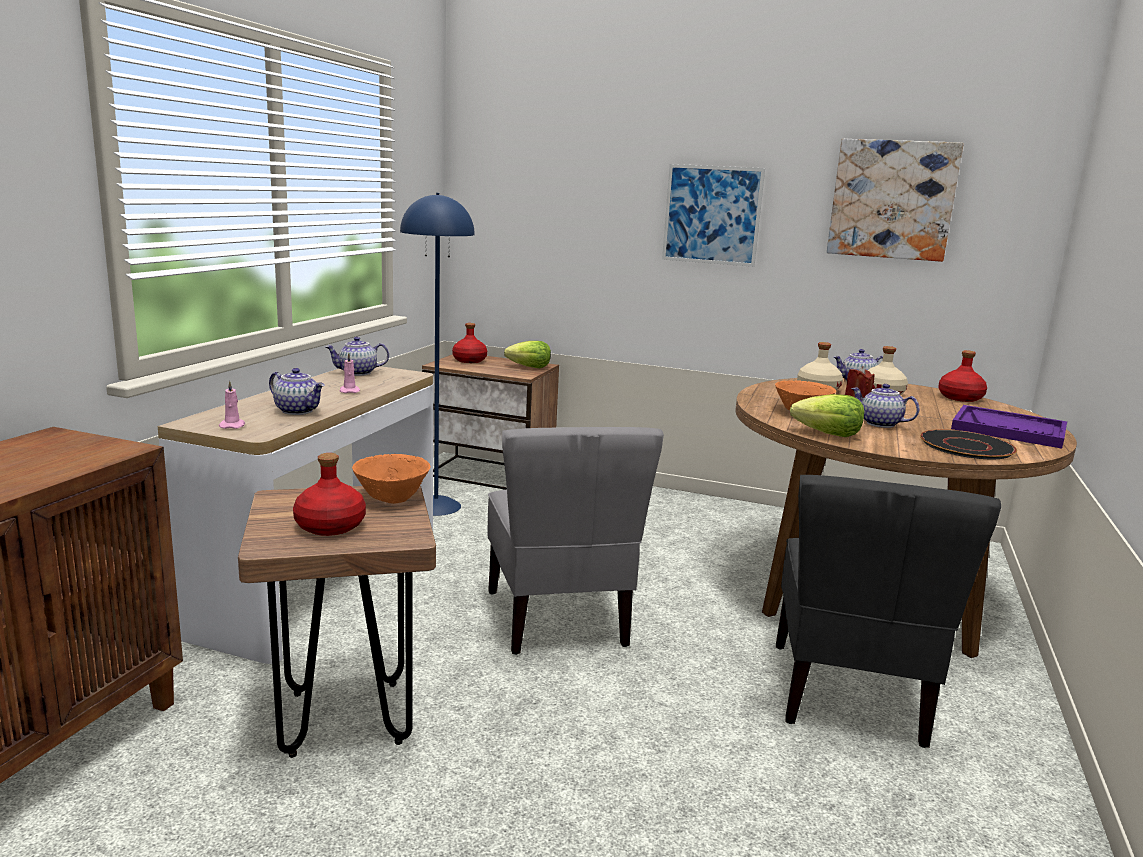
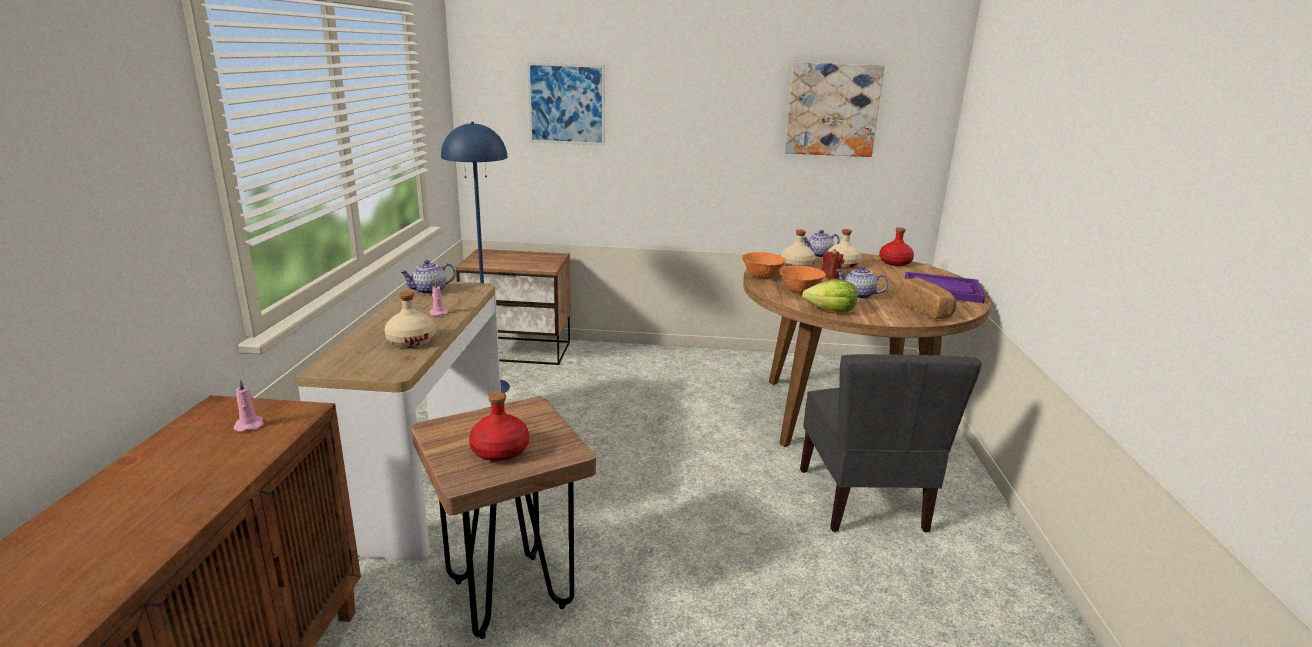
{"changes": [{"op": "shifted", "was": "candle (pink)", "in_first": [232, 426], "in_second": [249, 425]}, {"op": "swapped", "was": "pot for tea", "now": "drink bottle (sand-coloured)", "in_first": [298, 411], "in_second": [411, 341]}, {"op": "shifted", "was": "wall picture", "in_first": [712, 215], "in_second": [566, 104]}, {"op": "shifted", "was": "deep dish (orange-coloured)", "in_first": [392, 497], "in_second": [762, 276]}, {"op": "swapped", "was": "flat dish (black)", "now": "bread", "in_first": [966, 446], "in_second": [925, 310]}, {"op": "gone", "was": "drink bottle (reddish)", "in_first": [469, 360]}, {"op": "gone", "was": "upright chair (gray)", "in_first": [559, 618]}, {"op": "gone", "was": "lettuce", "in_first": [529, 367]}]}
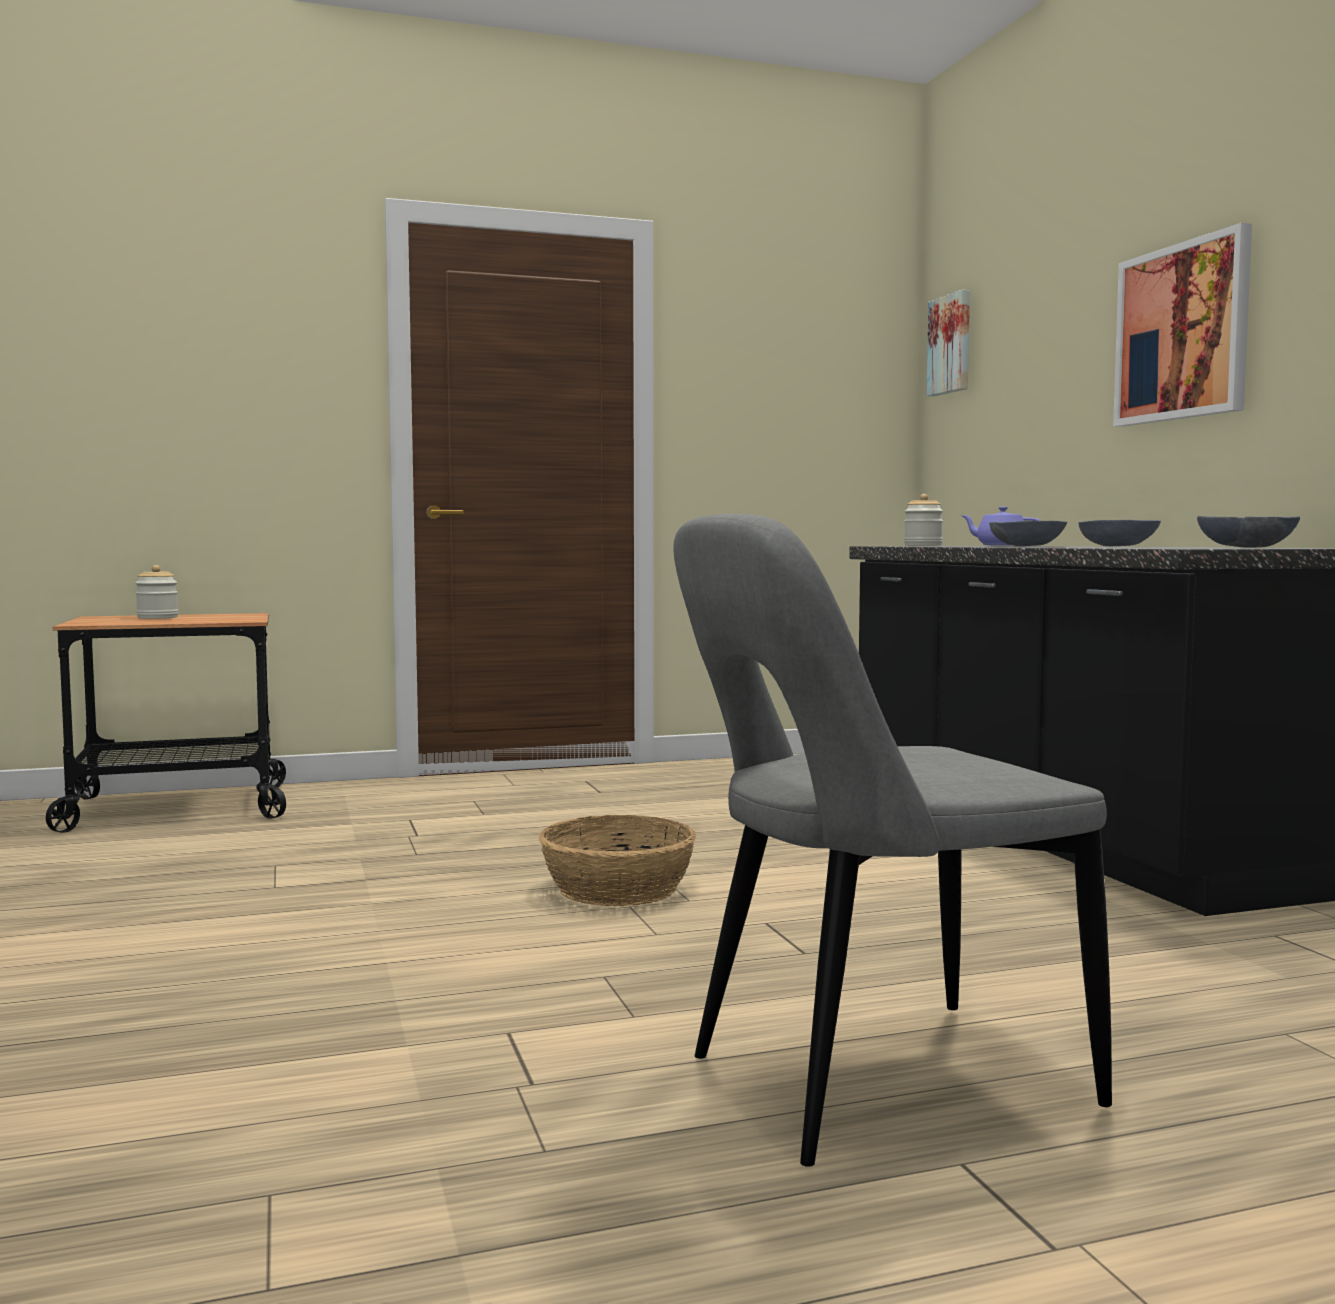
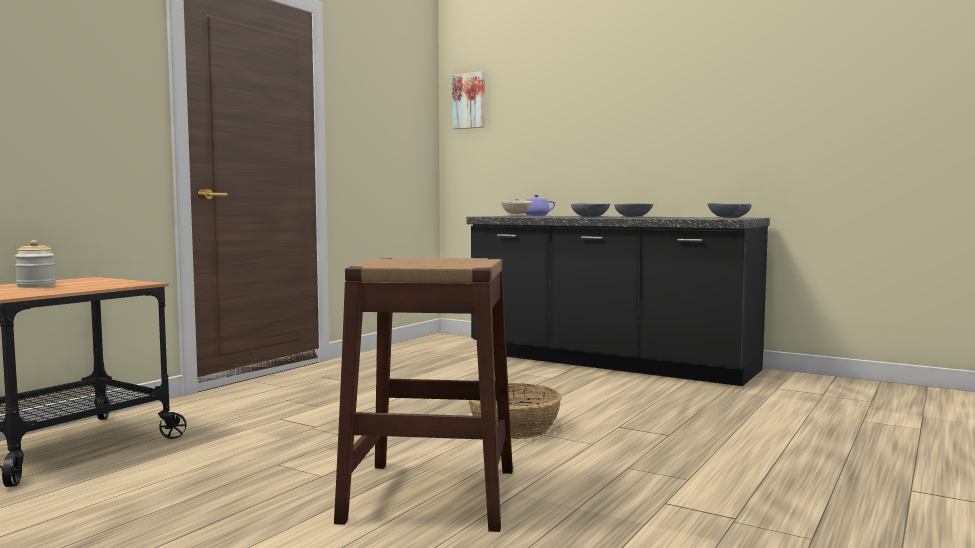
{"changes": [{"op": "new", "now": "stool seat (brown)", "in_second": [431, 494]}, {"op": "swapped", "was": "preserve jar", "now": "deep dish (sand-coloured)", "in_first": [923, 545], "in_second": [515, 216]}, {"op": "gone", "was": "upright chair (gray)", "in_first": [872, 1083]}, {"op": "gone", "was": "wall picture", "in_first": [1182, 332]}]}
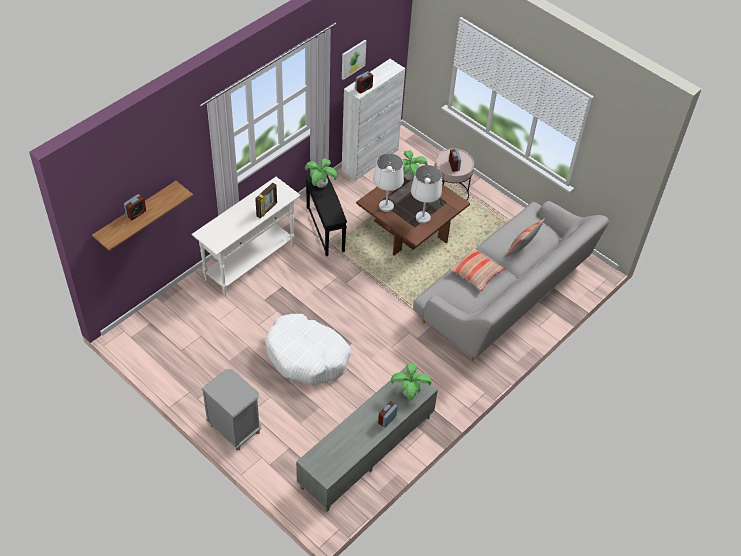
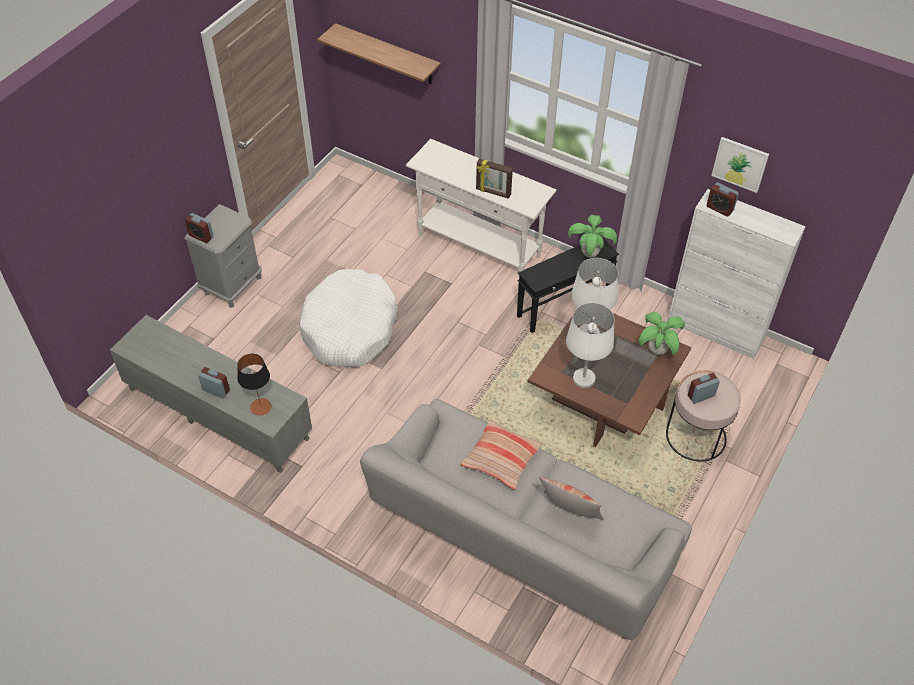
{"changes": [{"op": "shifted", "was": "bedside clock", "in_first": [136, 213], "in_second": [201, 236]}, {"op": "swapped", "was": "houseplant", "now": "tabletop lamp", "in_first": [409, 393], "in_second": [260, 407]}]}
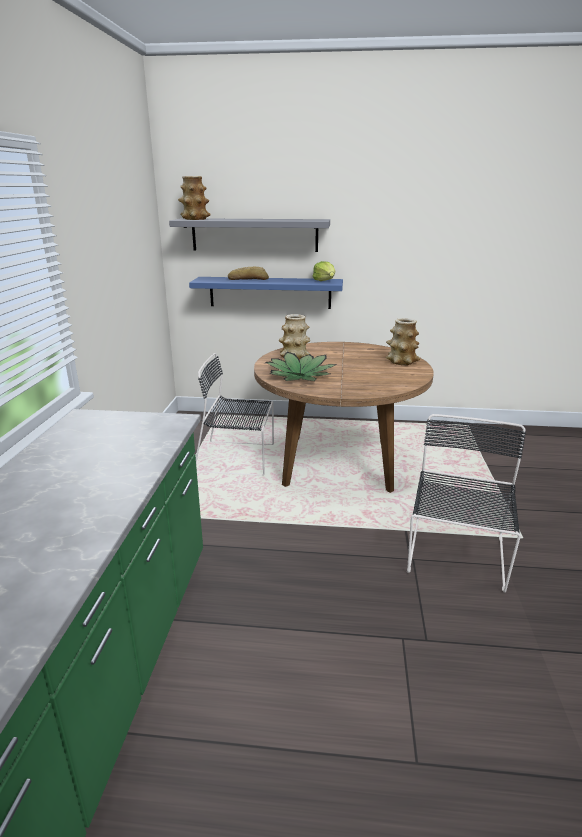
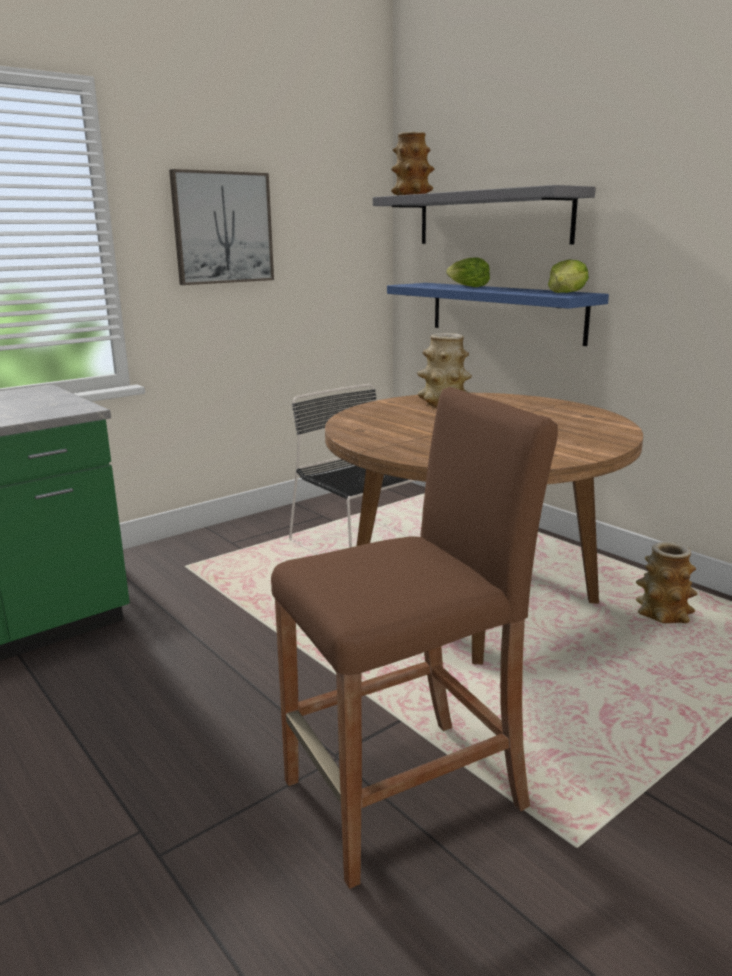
{"changes": [{"op": "new", "now": "wall picture", "in_second": [222, 228]}, {"op": "swapped", "was": "upright chair (black)", "now": "stool seat (brown)", "in_first": [456, 556], "in_second": [404, 795]}, {"op": "swapped", "was": "bread", "now": "lettuce", "in_first": [248, 279], "in_second": [468, 286]}, {"op": "shifted", "was": "flower vase", "in_first": [401, 361], "in_second": [663, 615]}, {"op": "gone", "was": "houseplant", "in_first": [300, 376]}]}
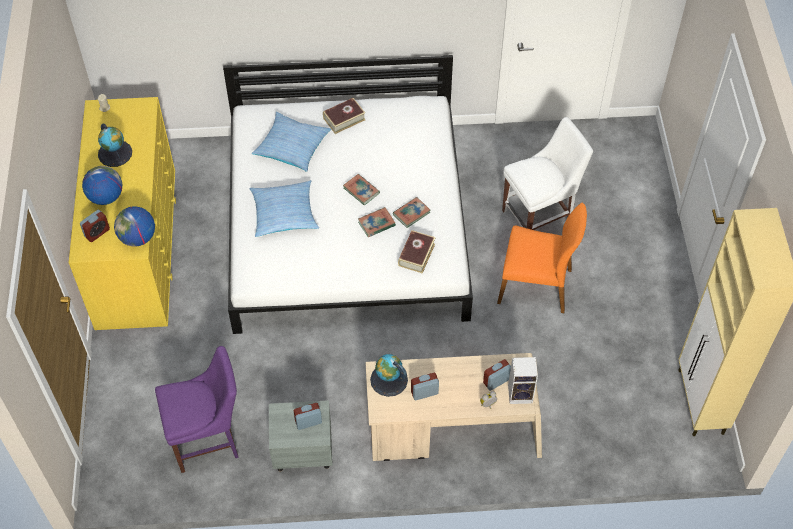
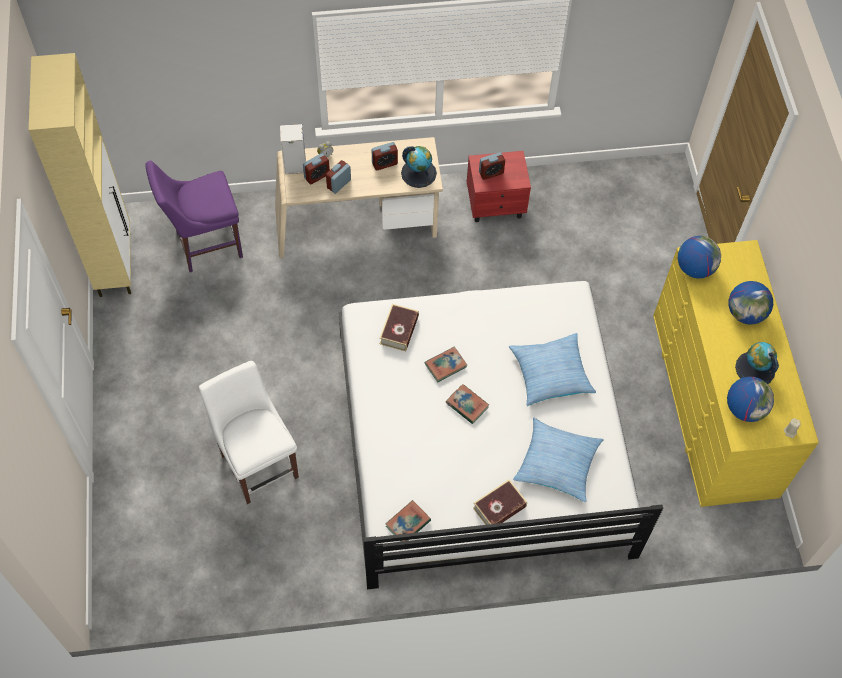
{"changes": [{"op": "shifted", "was": "upright chair (purplish)", "in_first": [209, 440], "in_second": [205, 245]}, {"op": "rotated", "was": "upright chair (whitish)", "in_first": [539, 218], "in_second": [258, 462], "clockwise": 90}, {"op": "shifted", "was": "bedside clock", "in_first": [97, 233], "in_second": [339, 184]}, {"op": "shifted", "was": "bound book", "in_first": [411, 213], "in_second": [408, 523]}, {"op": "repainted", "was": "nightstand (gray)", "now": "nightstand (reddish)", "in_first": [302, 451], "in_second": [496, 205]}, {"op": "new", "now": "world globe", "in_second": [745, 409]}, {"op": "gone", "was": "upright chair (orange-coloured)", "in_first": [536, 285]}]}
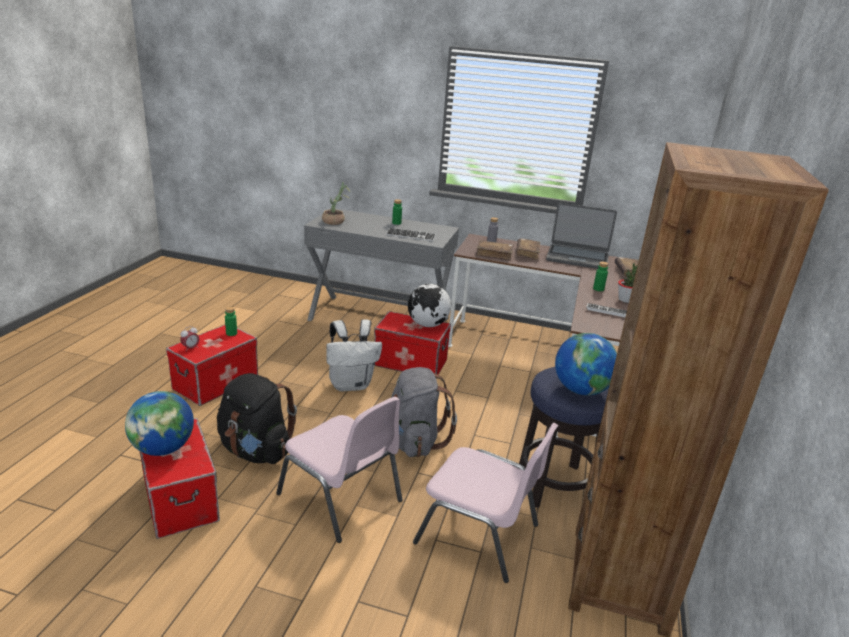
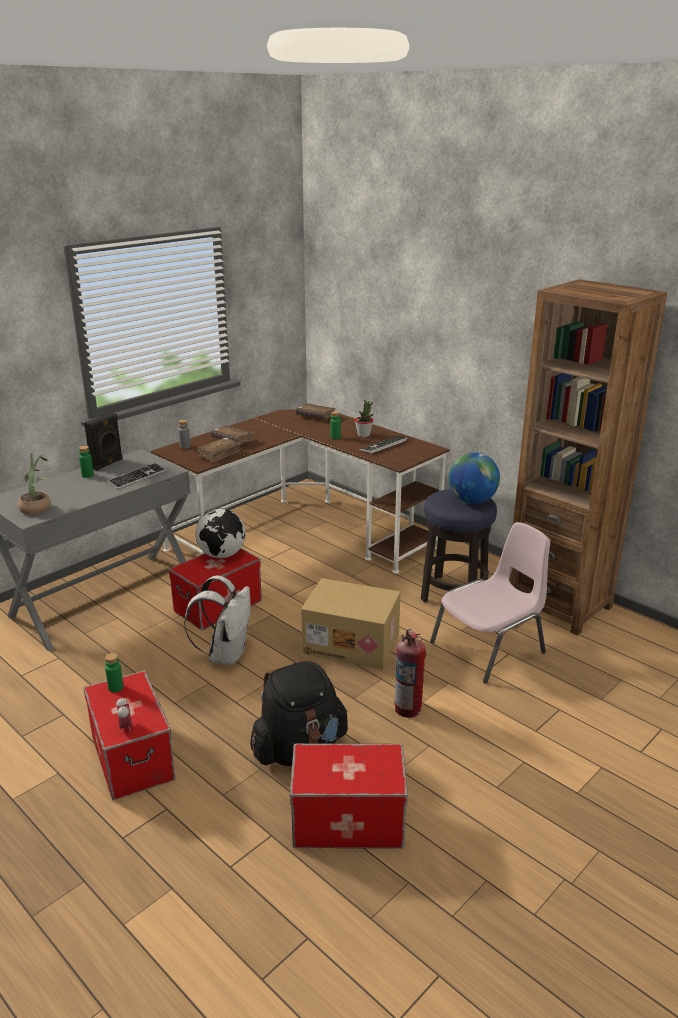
{"changes": [{"op": "new", "now": "loudspeaker (black)", "in_second": [108, 464]}, {"op": "swapped", "was": "backpack (gray)", "now": "carton", "in_first": [414, 441], "in_second": [352, 643]}, {"op": "swapped", "was": "upright chair (pink)", "now": "fire extinguisher", "in_first": [341, 498], "in_second": [408, 708]}, {"op": "gone", "was": "world globe", "in_first": [163, 449]}, {"op": "gone", "was": "laptop", "in_first": [577, 258]}]}
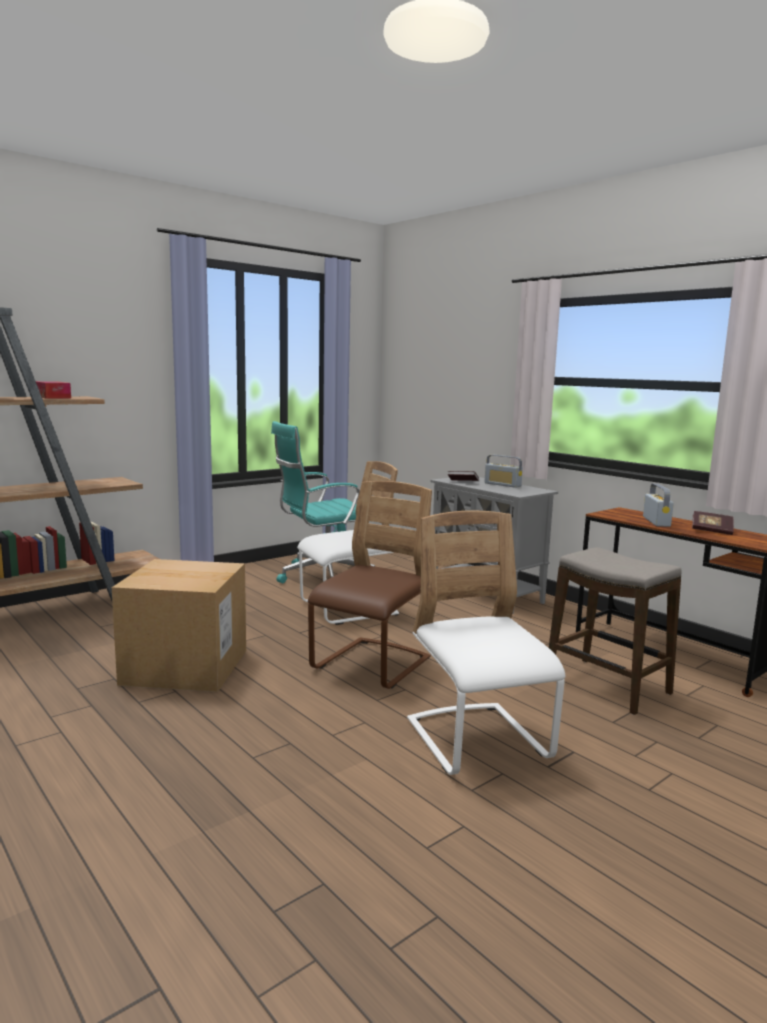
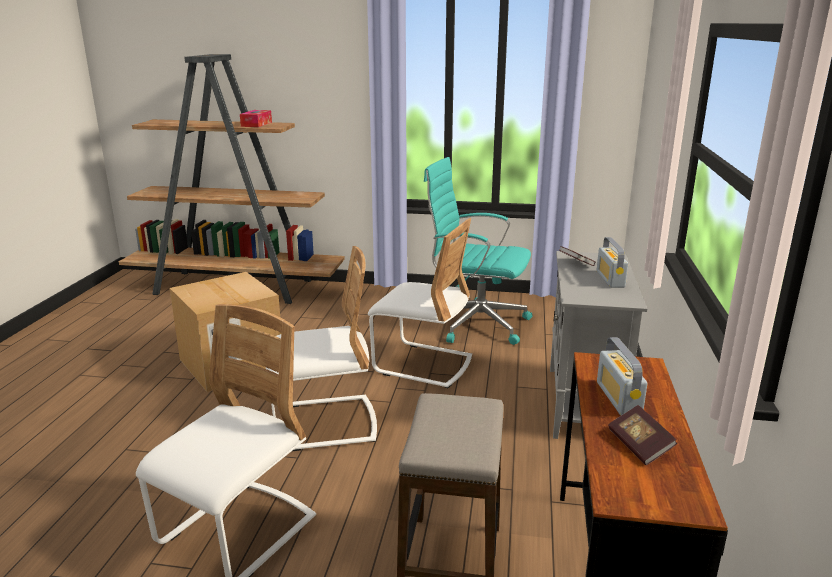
{"changes": [{"op": "repainted", "was": "upright chair (brown)", "now": "upright chair (whitish)", "in_first": [371, 665], "in_second": [324, 424]}, {"op": "rotated", "was": "radio set", "in_first": [656, 521], "in_second": [618, 398], "clockwise": 120}]}
